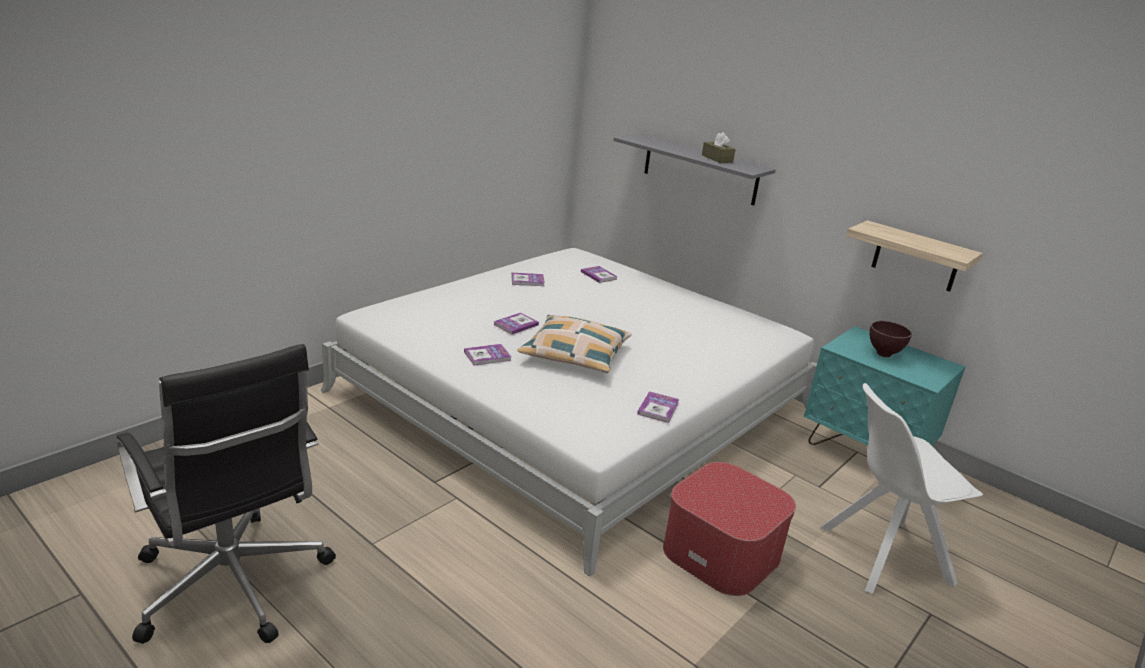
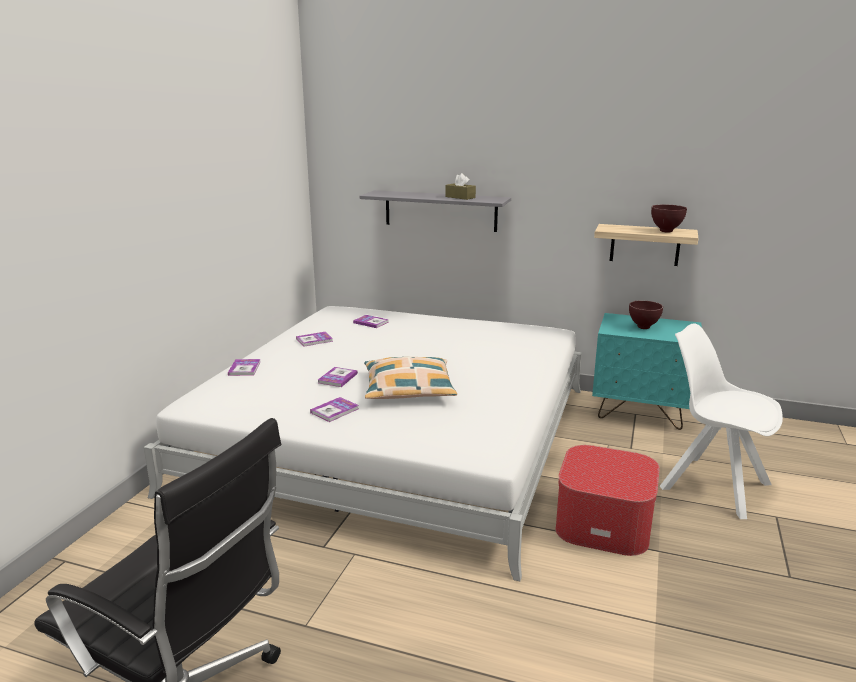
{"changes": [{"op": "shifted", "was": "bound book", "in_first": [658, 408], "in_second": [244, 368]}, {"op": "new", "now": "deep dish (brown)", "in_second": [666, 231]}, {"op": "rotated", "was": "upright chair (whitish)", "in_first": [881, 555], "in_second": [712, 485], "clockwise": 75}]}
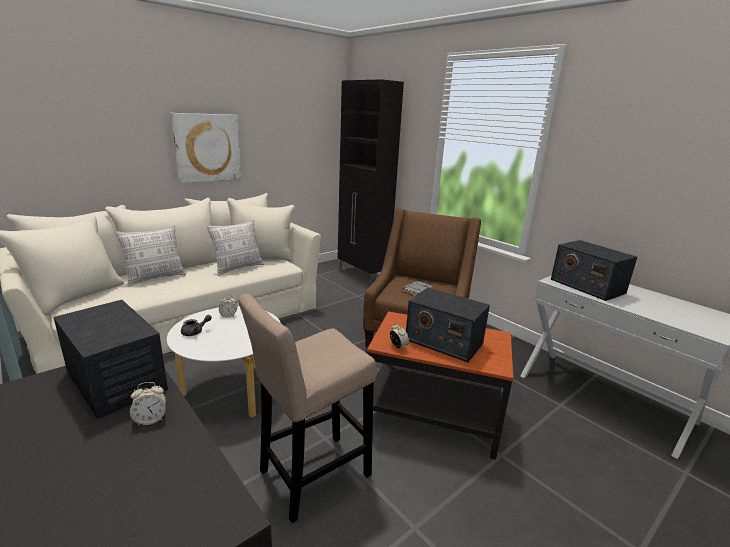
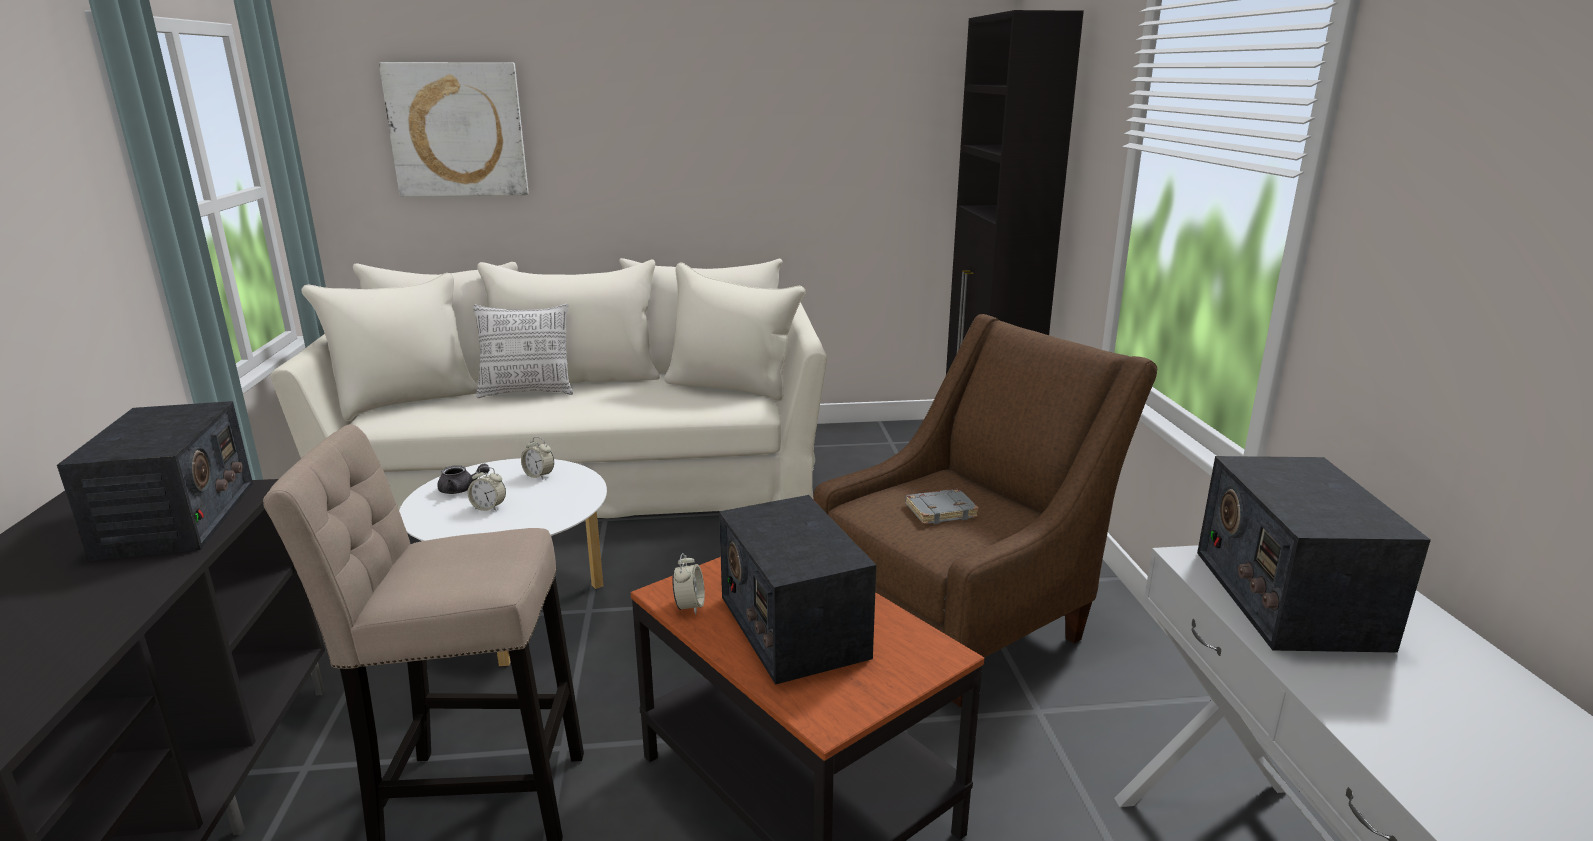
{"changes": [{"op": "shifted", "was": "wall picture", "in_first": [207, 148], "in_second": [457, 130]}, {"op": "shifted", "was": "bedside clock", "in_first": [150, 419], "in_second": [489, 508]}, {"op": "gone", "was": "pillow", "in_first": [238, 268]}]}
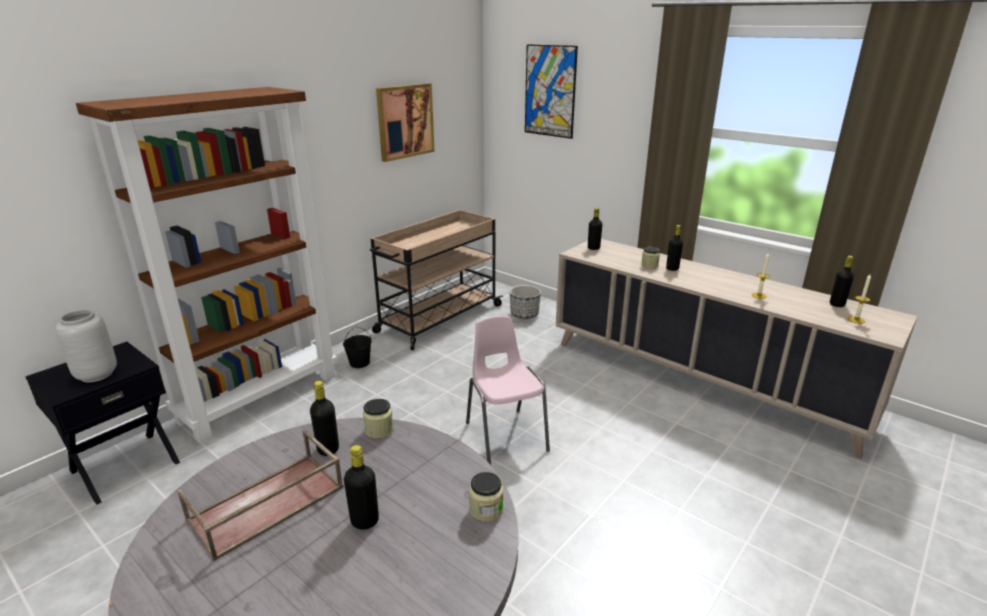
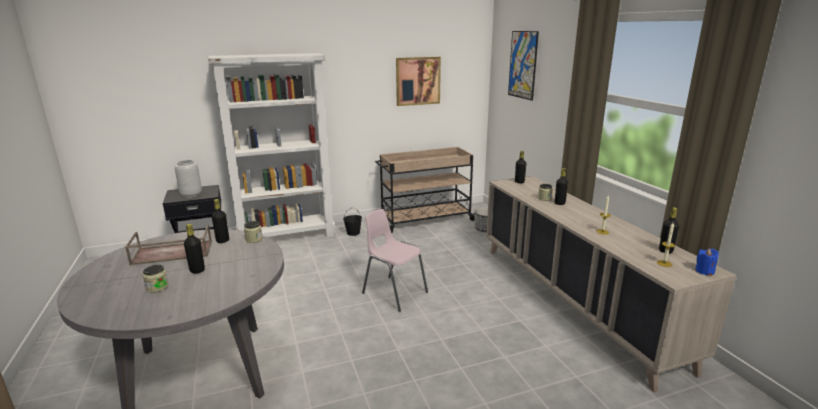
{"changes": [{"op": "shifted", "was": "preserve jar", "in_first": [486, 510], "in_second": [157, 287]}, {"op": "repainted", "was": "bookshelf (brown)", "now": "bookshelf (whitish)", "in_first": [260, 396], "in_second": [287, 237]}, {"op": "rotated", "was": "upright chair (pink)", "in_first": [505, 436], "in_second": [394, 292], "clockwise": -60}, {"op": "new", "now": "candle (blue)", "in_second": [704, 271]}]}
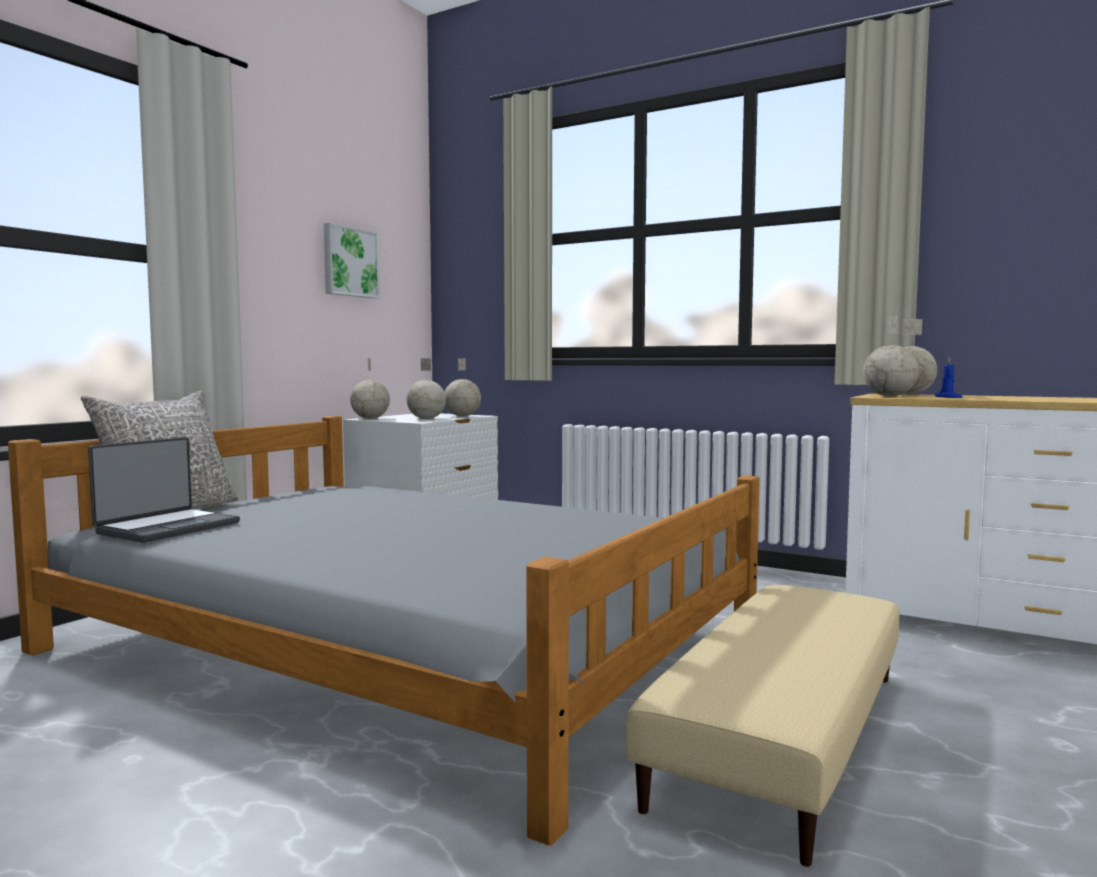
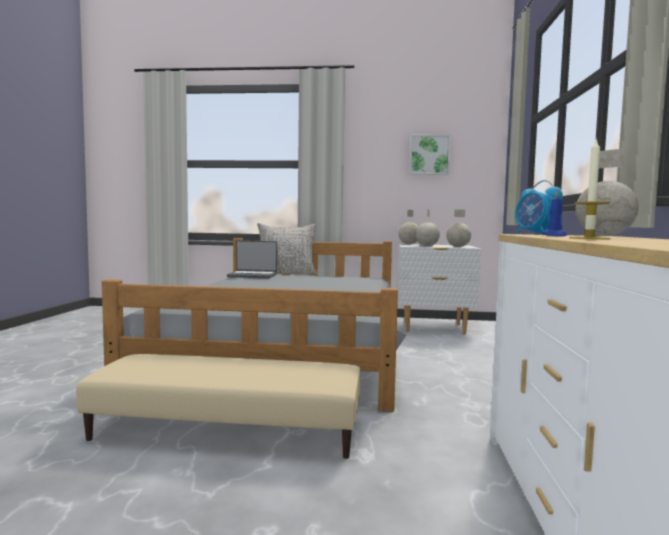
{"changes": [{"op": "swapped", "was": "world globe", "now": "bedside clock", "in_first": [889, 396], "in_second": [536, 234]}, {"op": "new", "now": "candle", "in_second": [589, 238]}]}
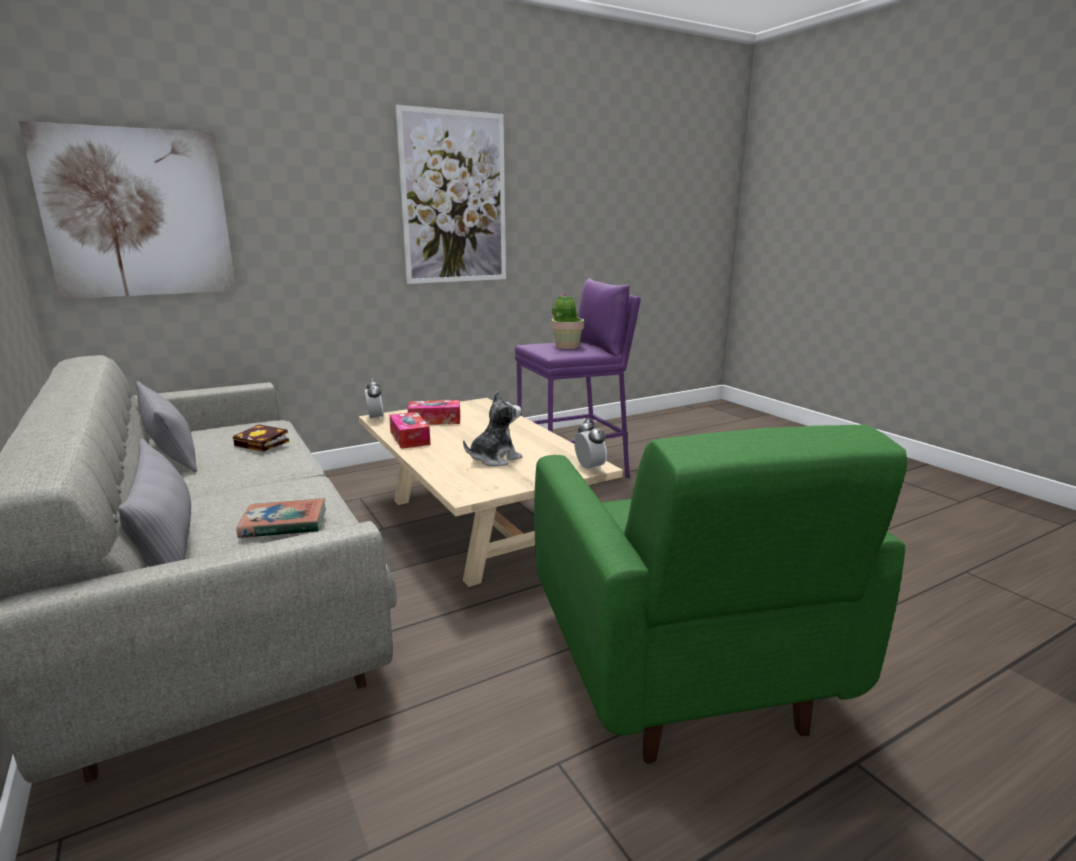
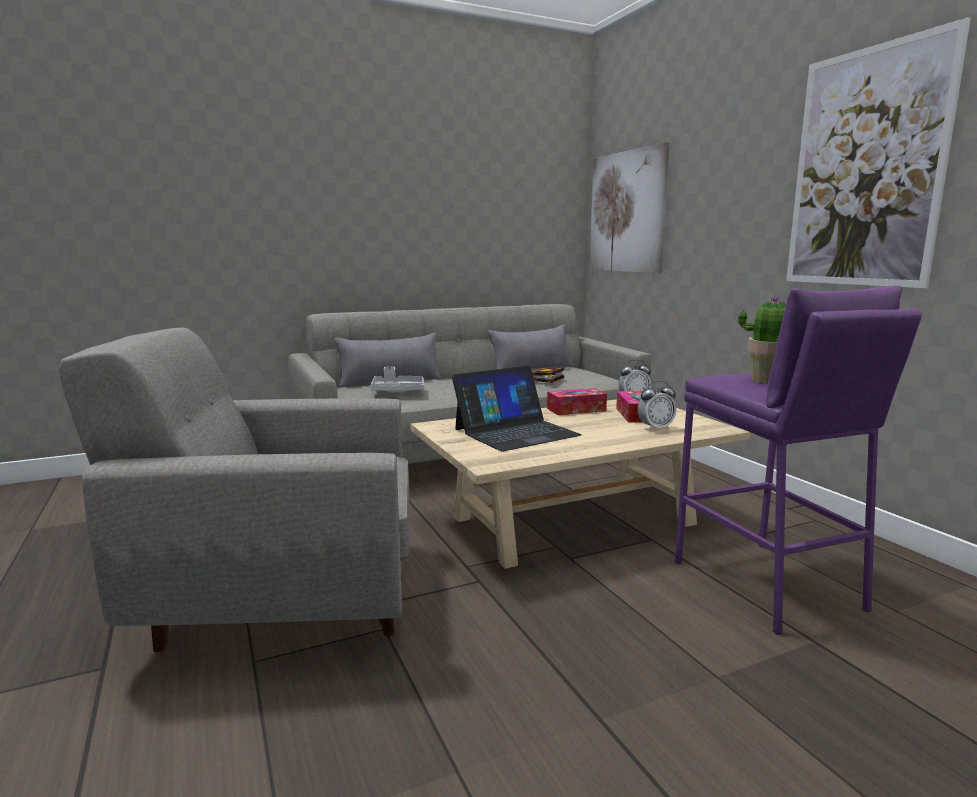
{"changes": [{"op": "repainted", "was": "lounge chair (green)", "now": "lounge chair (gray)", "in_first": [680, 671], "in_second": [280, 600]}, {"op": "swapped", "was": "bound book", "now": "carrying tray (gray)", "in_first": [284, 524], "in_second": [397, 391]}, {"op": "swapped", "was": "cuddly toy", "now": "laptop", "in_first": [494, 459], "in_second": [516, 432]}, {"op": "shifted", "was": "bedside clock", "in_first": [589, 468], "in_second": [655, 428]}]}
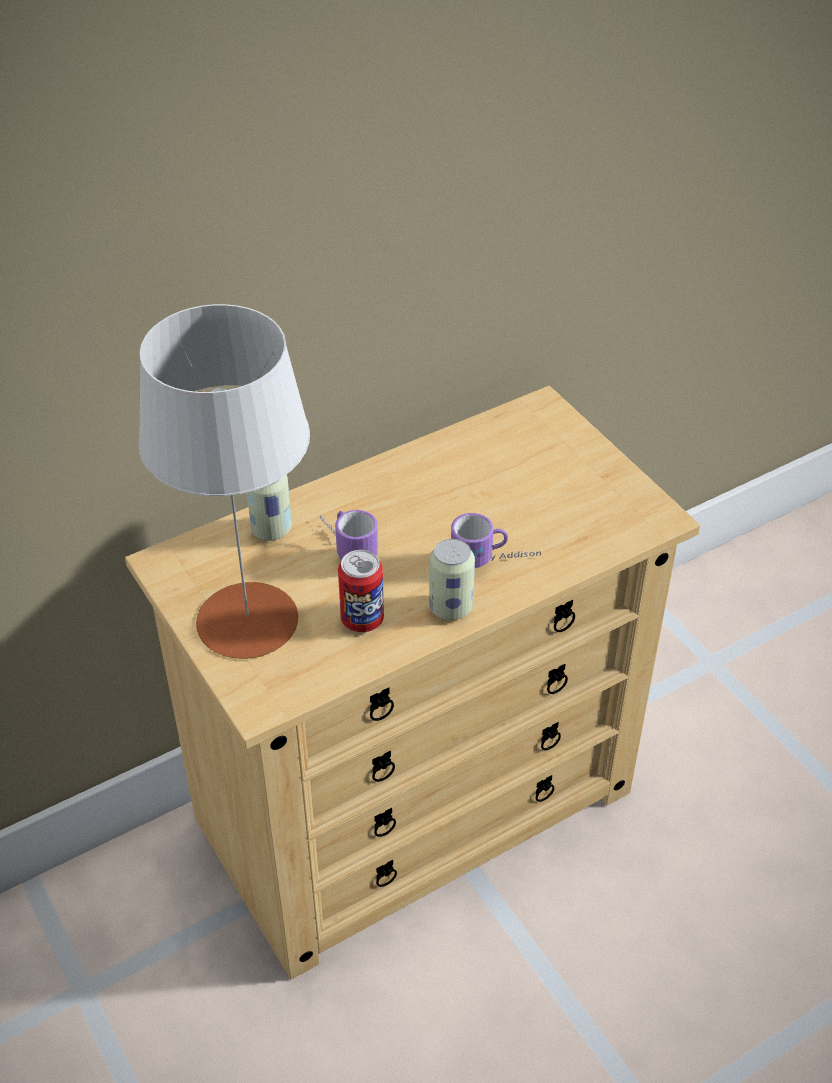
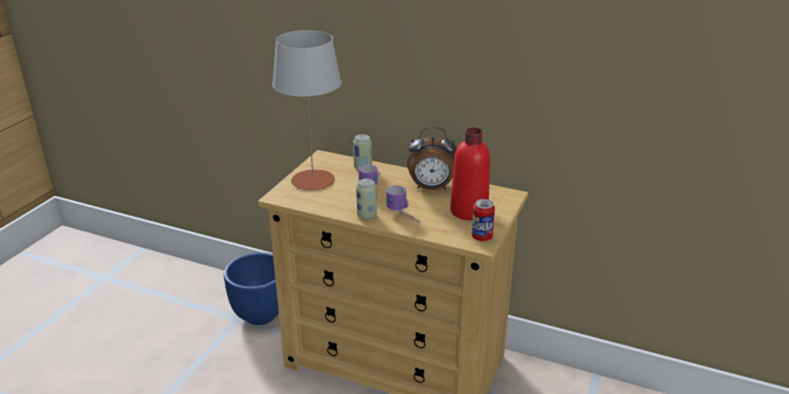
{"changes": [{"op": "new", "now": "planter (blue)", "in_second": [261, 315]}, {"op": "new", "now": "bedside clock", "in_second": [431, 188]}, {"op": "new", "now": "drink bottle (reddish)", "in_second": [469, 211]}, {"op": "shifted", "was": "metal can", "in_first": [362, 619], "in_second": [481, 237]}]}
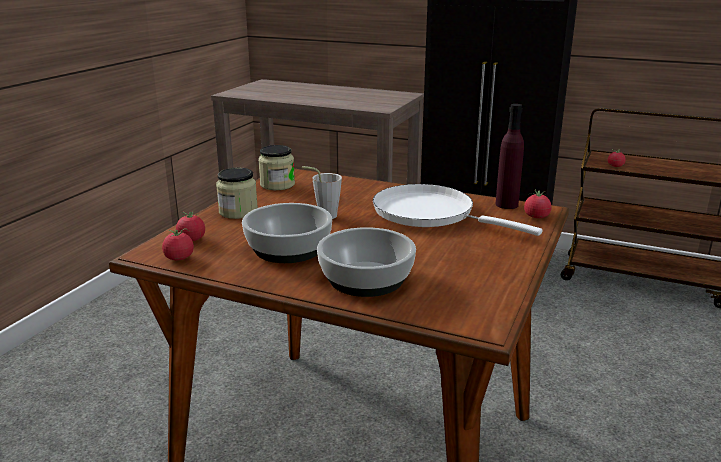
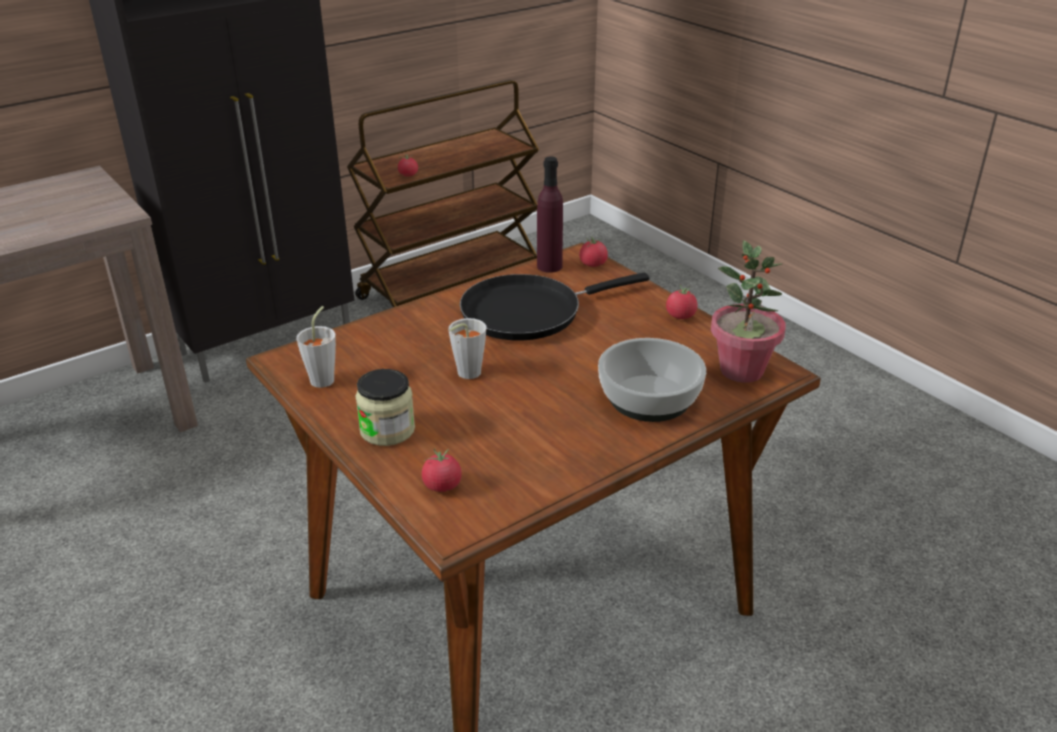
{"changes": [{"op": "swapped", "was": "preserve jar", "now": "small cup (gray)", "in_first": [277, 185], "in_second": [325, 377]}, {"op": "repainted", "was": "pan (whitish)", "now": "pan (black)", "in_first": [430, 214], "in_second": [529, 312]}, {"op": "shifted", "was": "fresh tomato", "in_first": [179, 258], "in_second": [680, 316]}, {"op": "new", "now": "houseplant", "in_second": [741, 371]}, {"op": "gone", "was": "deep dish", "in_first": [287, 249]}]}
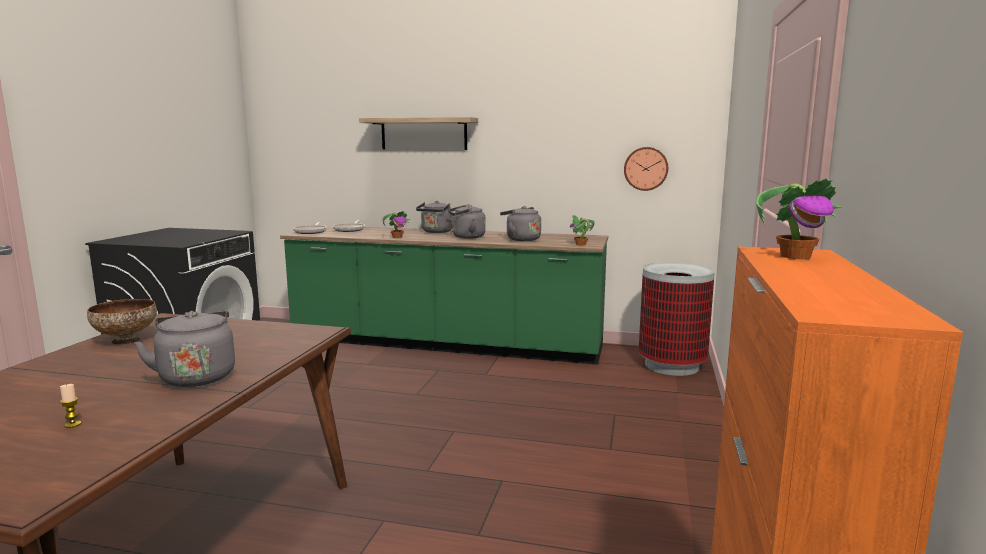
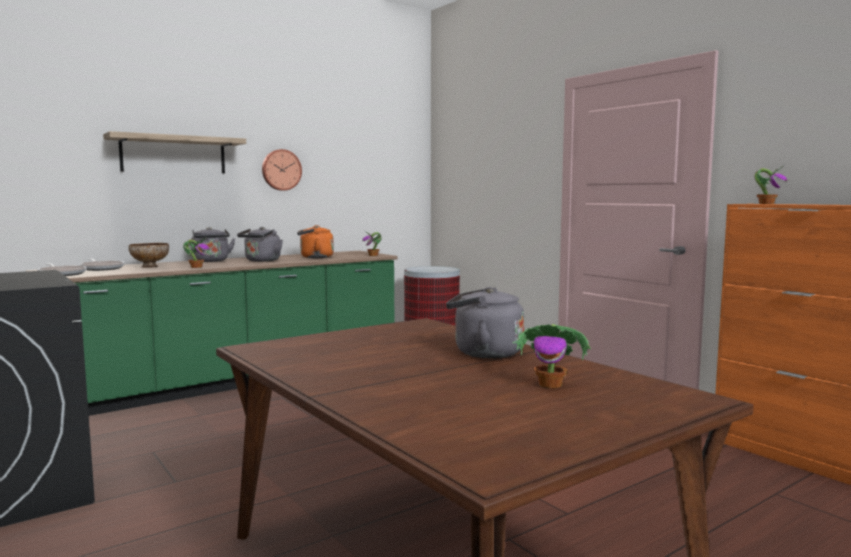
{"changes": [{"op": "shifted", "was": "deep dish", "in_first": [125, 341], "in_second": [150, 267]}, {"op": "shifted", "was": "hanging clock", "in_first": [646, 168], "in_second": [281, 170]}, {"op": "repainted", "was": "tea kettle (gray)", "now": "tea kettle (orange-coloured)", "in_first": [521, 239], "in_second": [314, 257]}, {"op": "swapped", "was": "candle", "now": "houseplant", "in_first": [73, 424], "in_second": [551, 384]}]}
